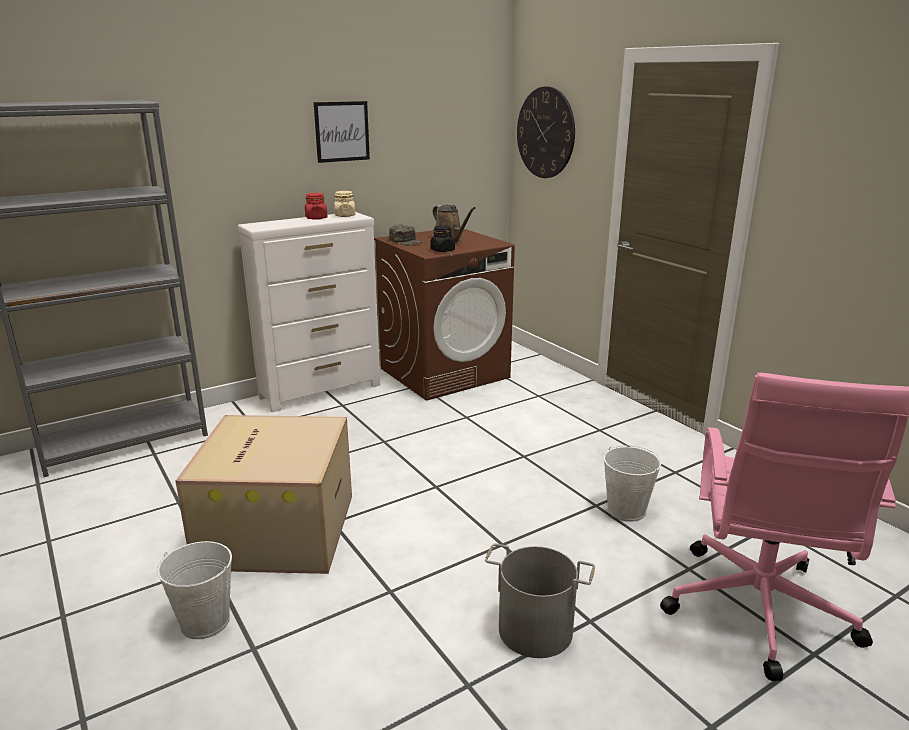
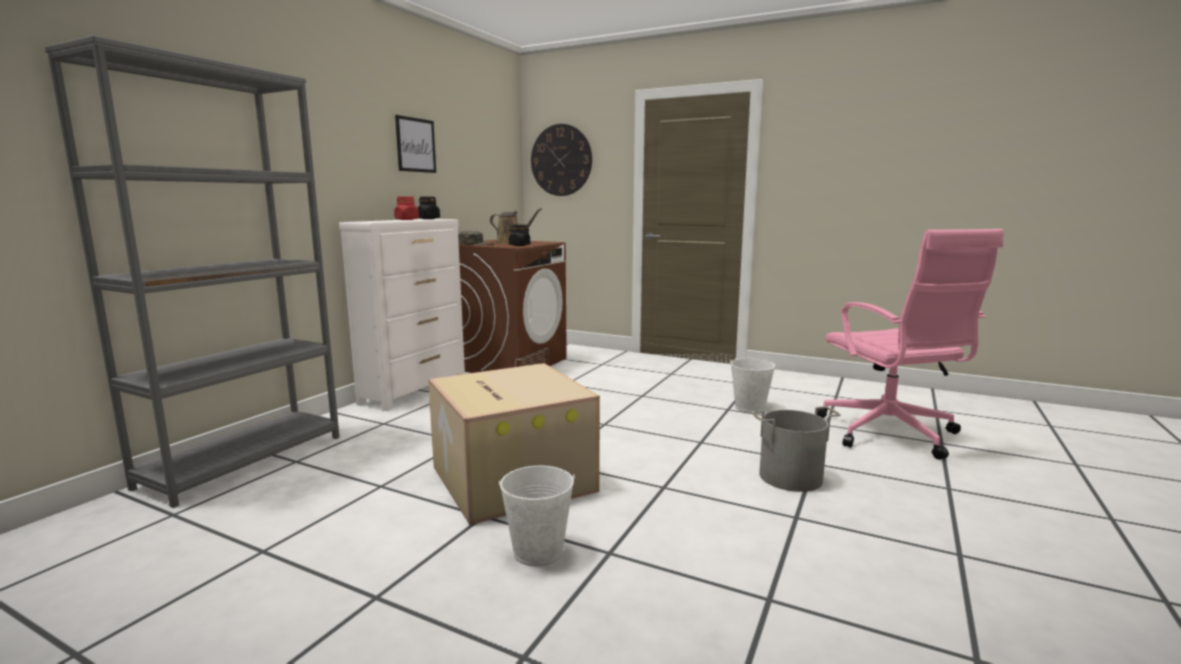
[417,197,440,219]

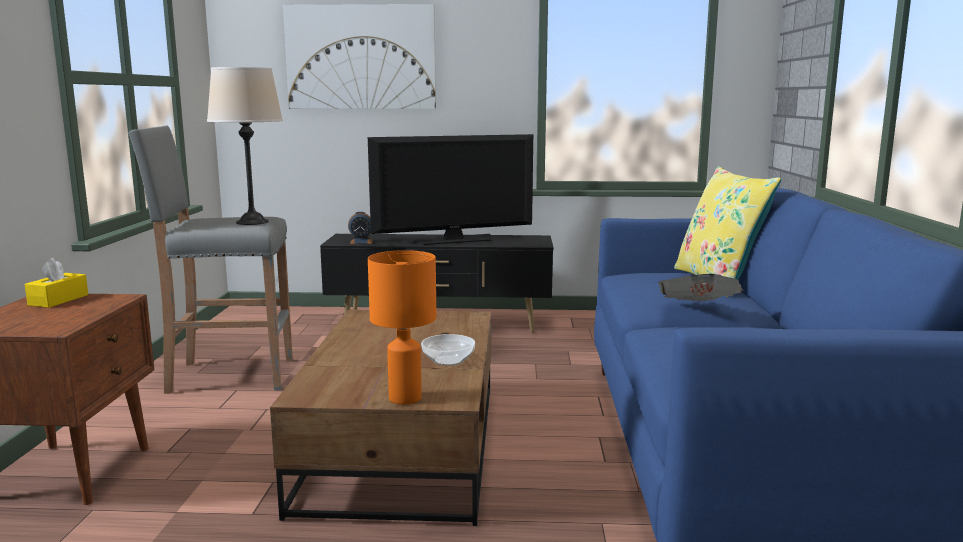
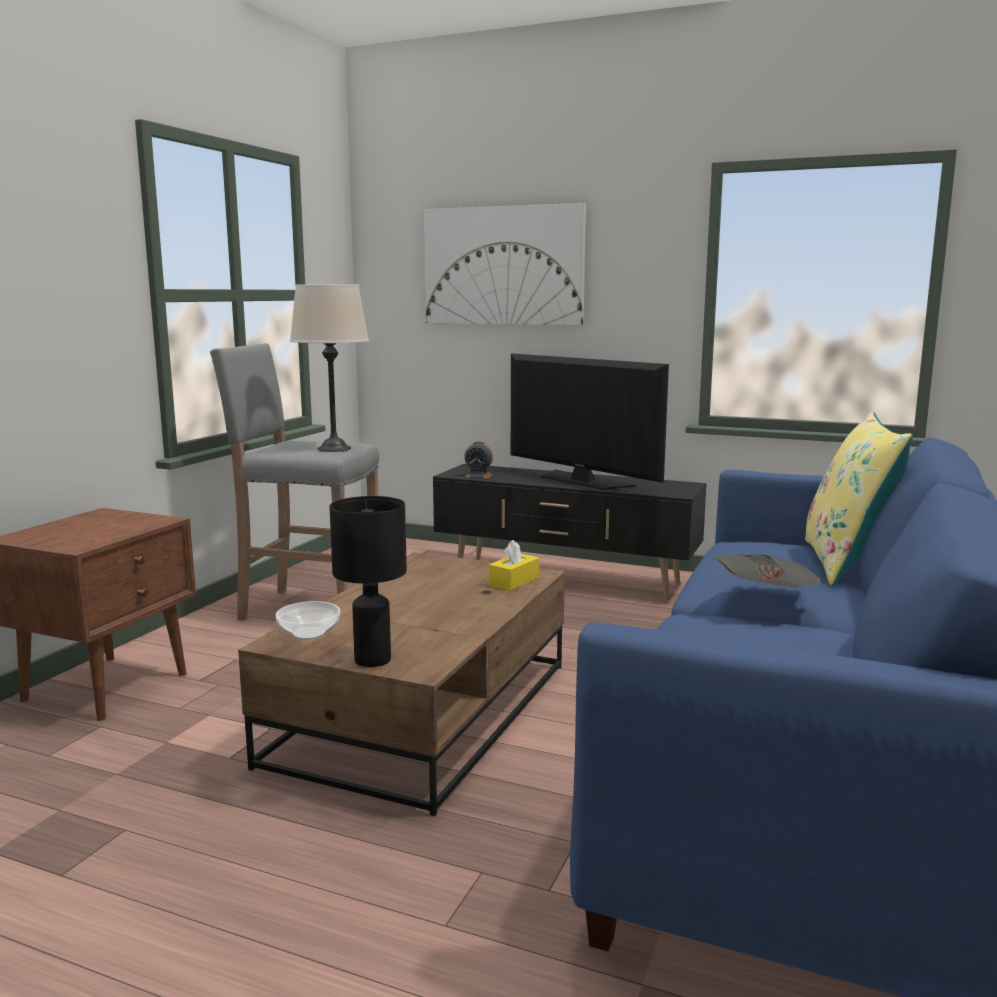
[276,601,340,640]
[329,496,407,667]
[489,540,539,591]
[511,354,669,490]

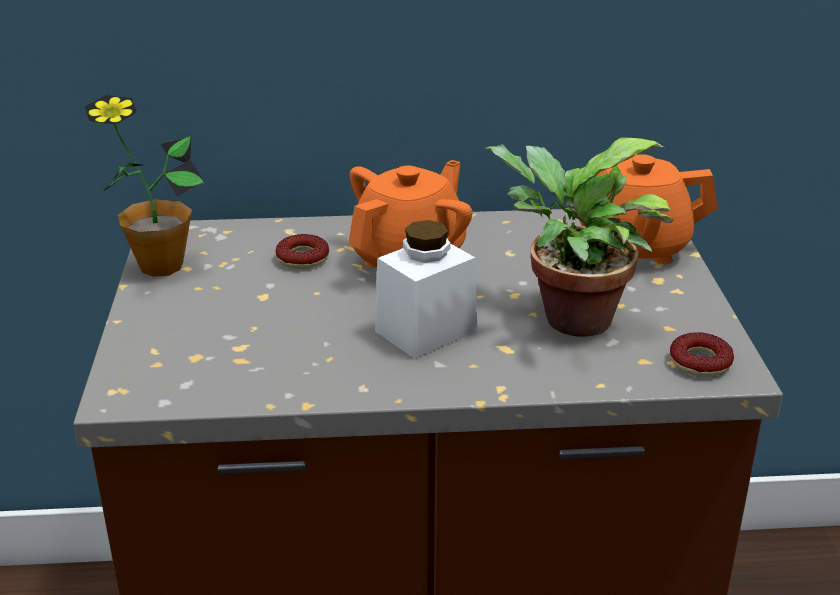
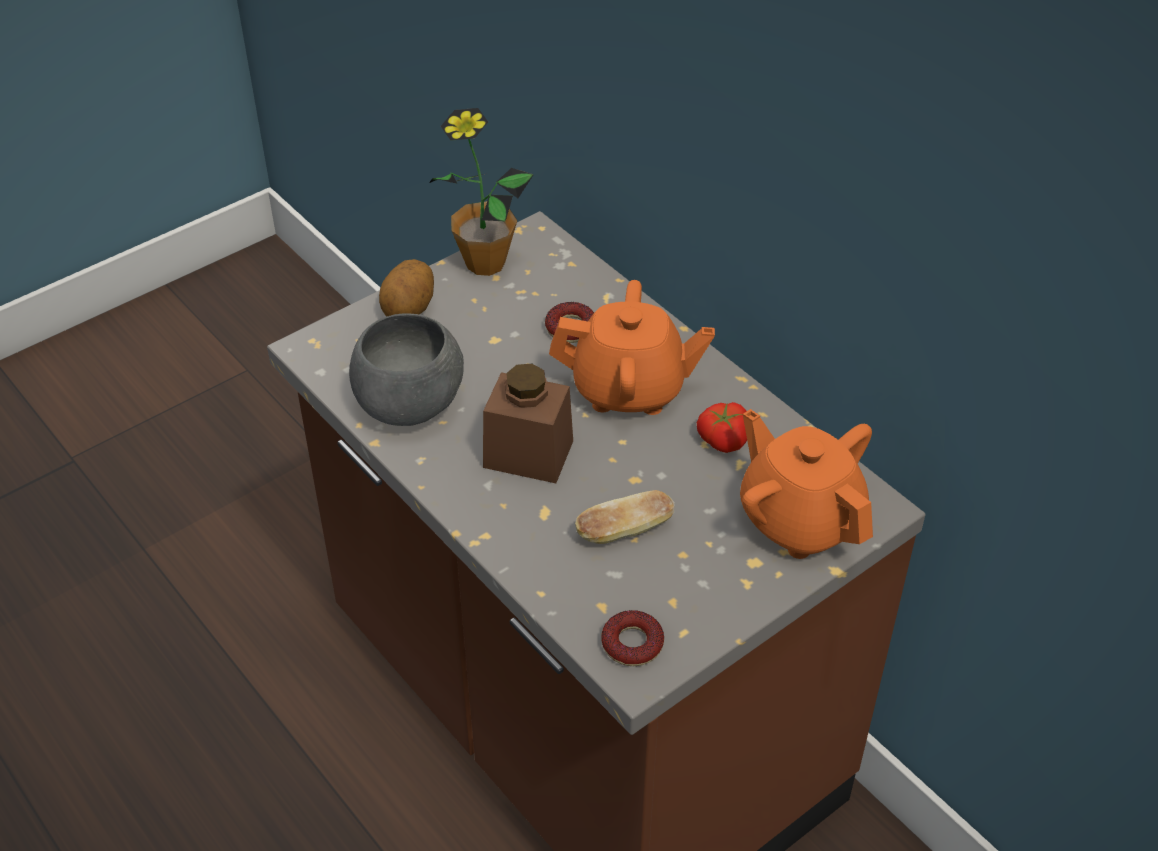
[349,313,464,426]
[379,259,434,316]
[483,364,573,483]
[575,490,675,544]
[697,402,747,453]

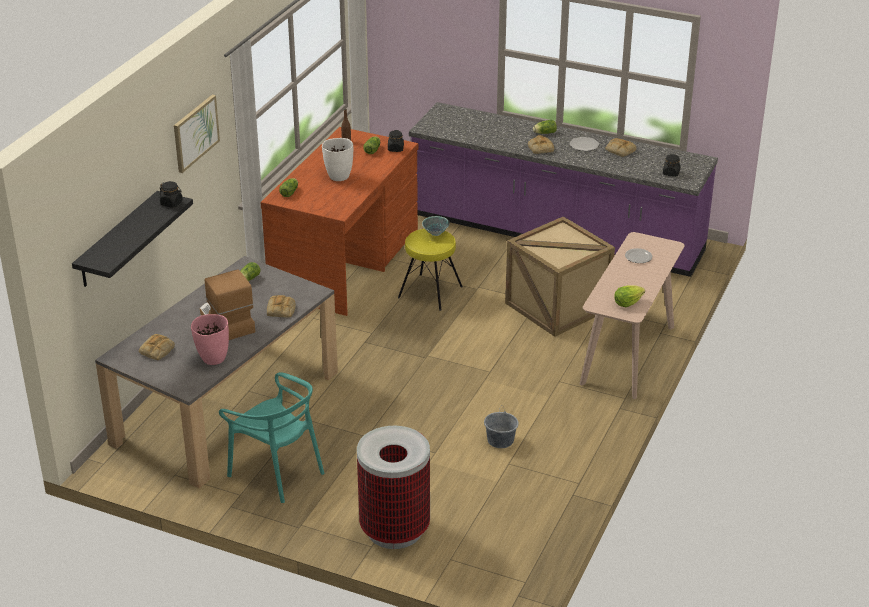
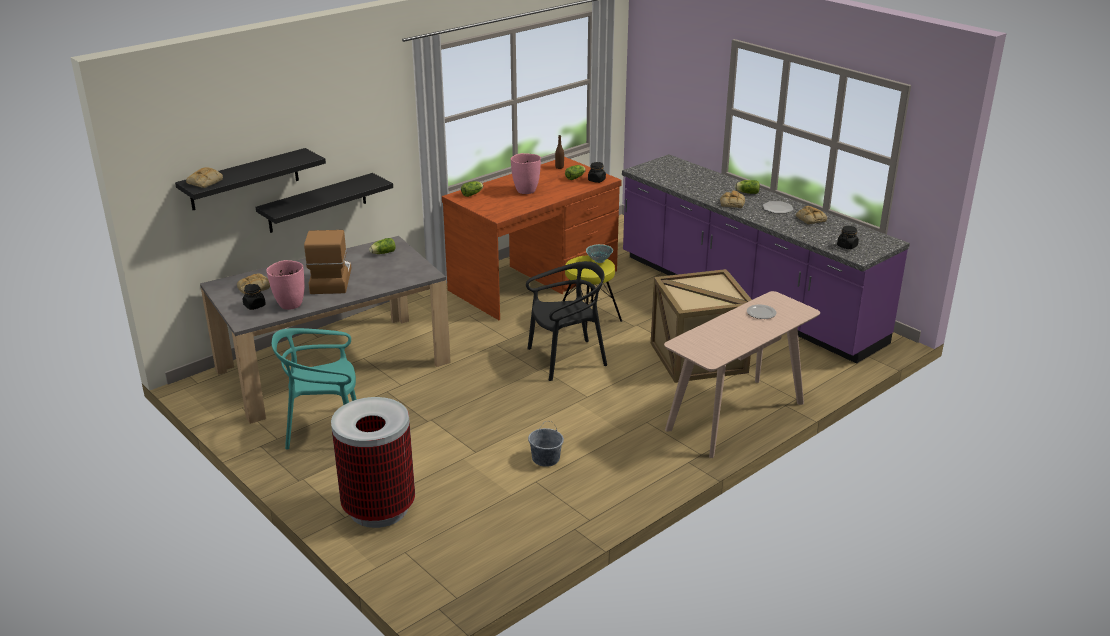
[186,167,223,188]
[243,284,266,310]
[255,173,393,233]
[272,328,357,450]
[511,153,541,194]
[526,261,607,381]
[174,95,220,173] (first image)
[614,285,645,307] (first image)

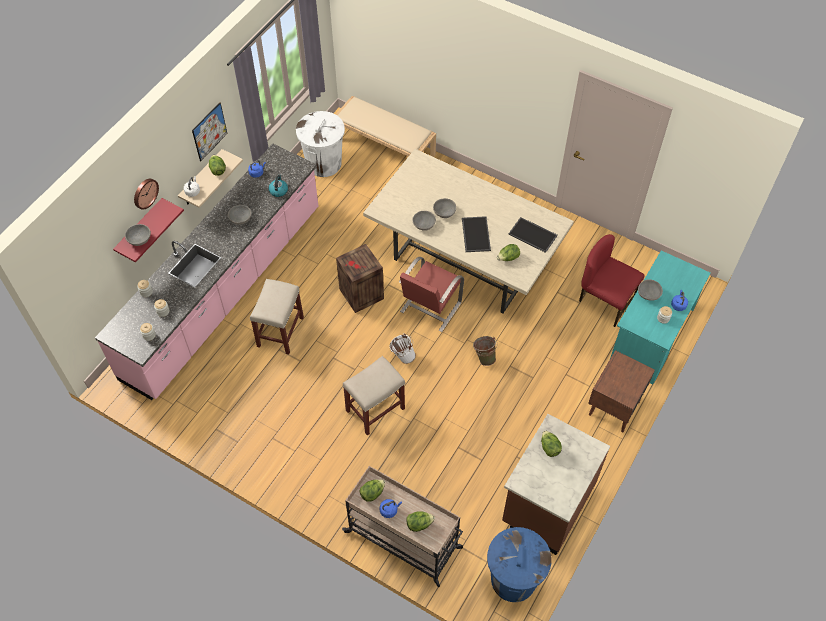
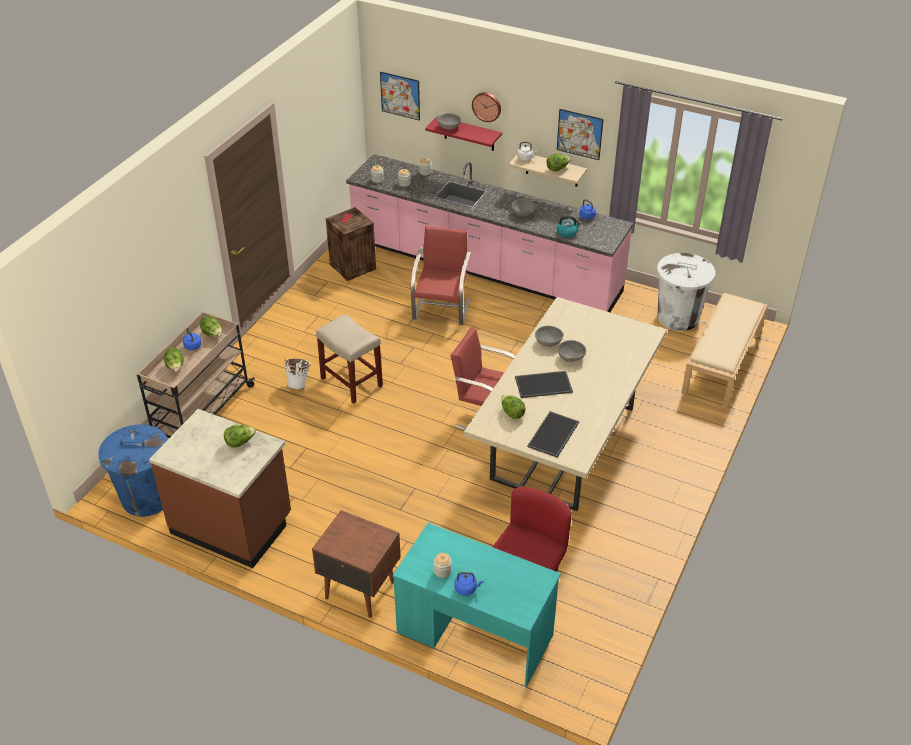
[283,359,311,390]
[326,207,376,281]
[380,71,420,121]
[411,226,471,325]
[473,336,497,366] (first image)
[638,279,663,301] (first image)

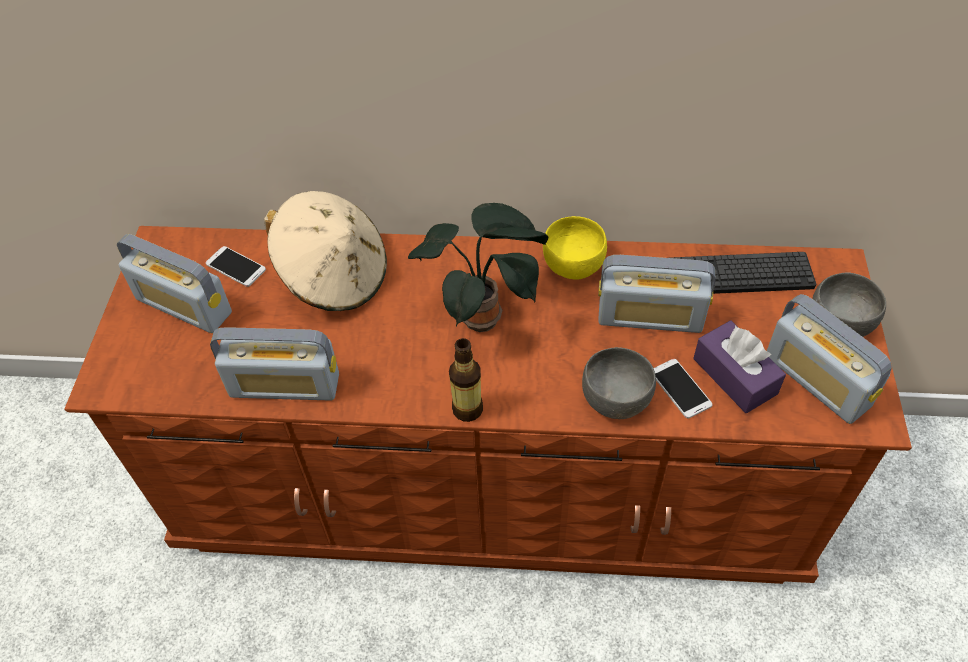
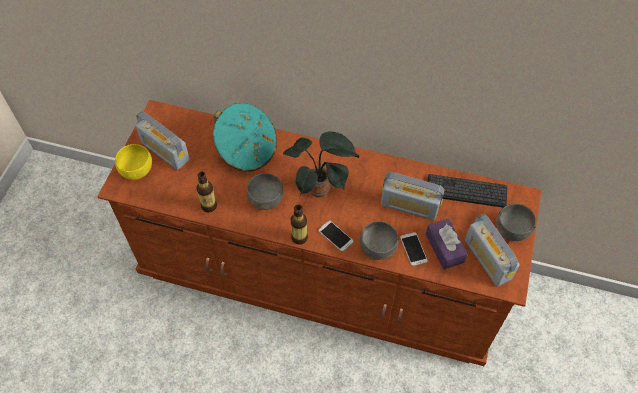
[115,144,152,180]
[197,172,217,212]
[213,103,277,171]
[247,173,284,210]
[318,220,353,252]

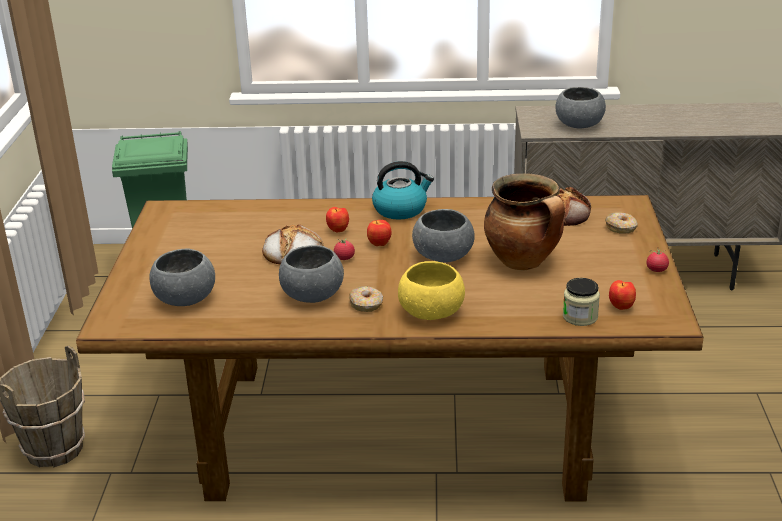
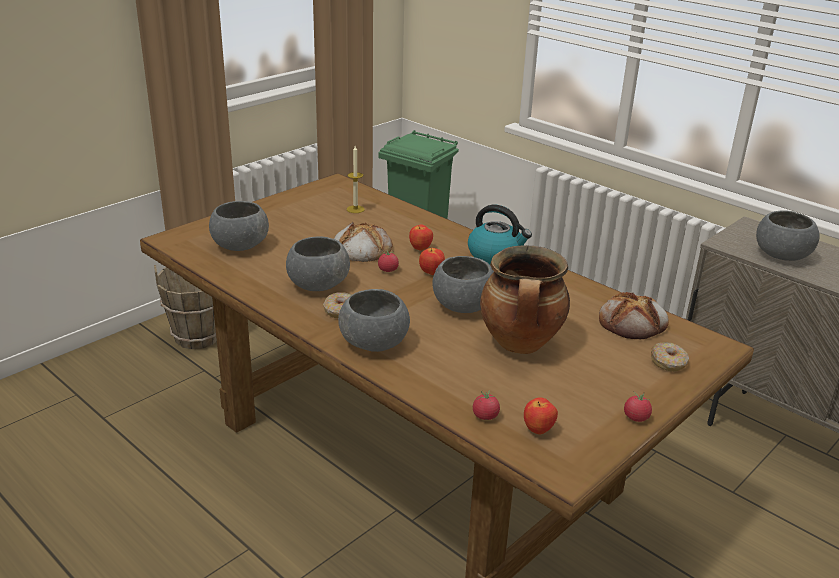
[338,289,410,352]
[347,146,365,213]
[473,390,500,420]

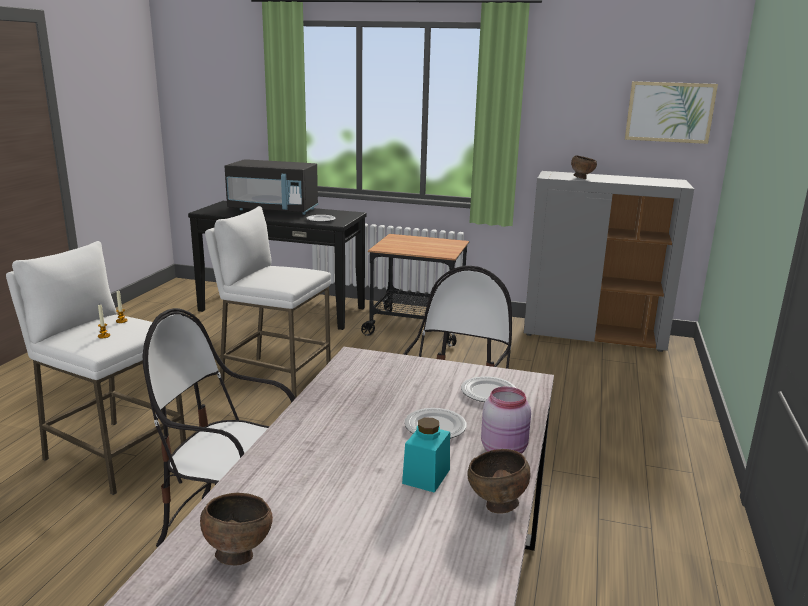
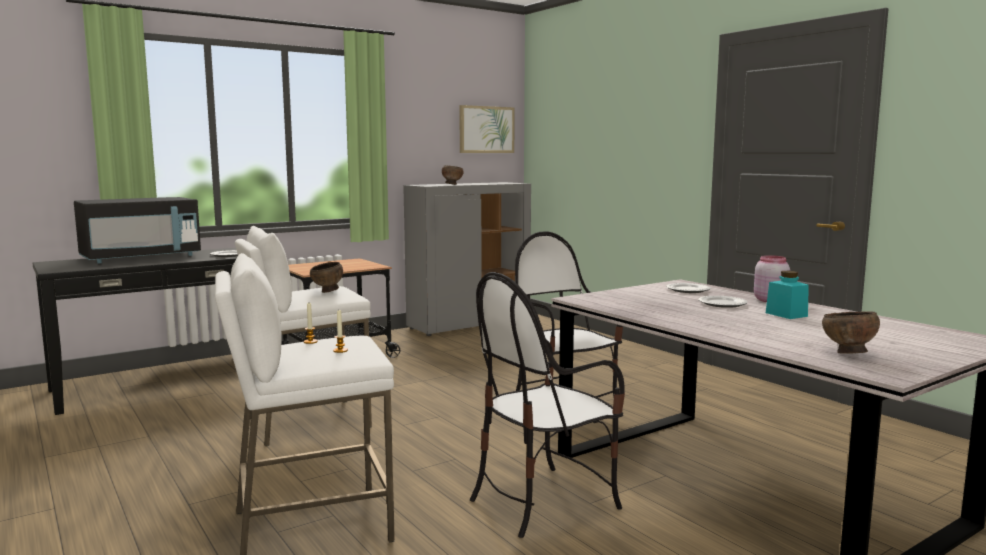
[310,262,343,293]

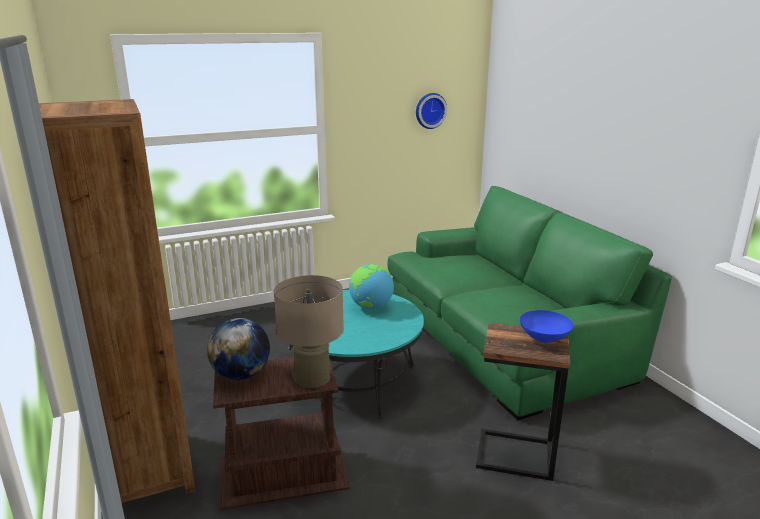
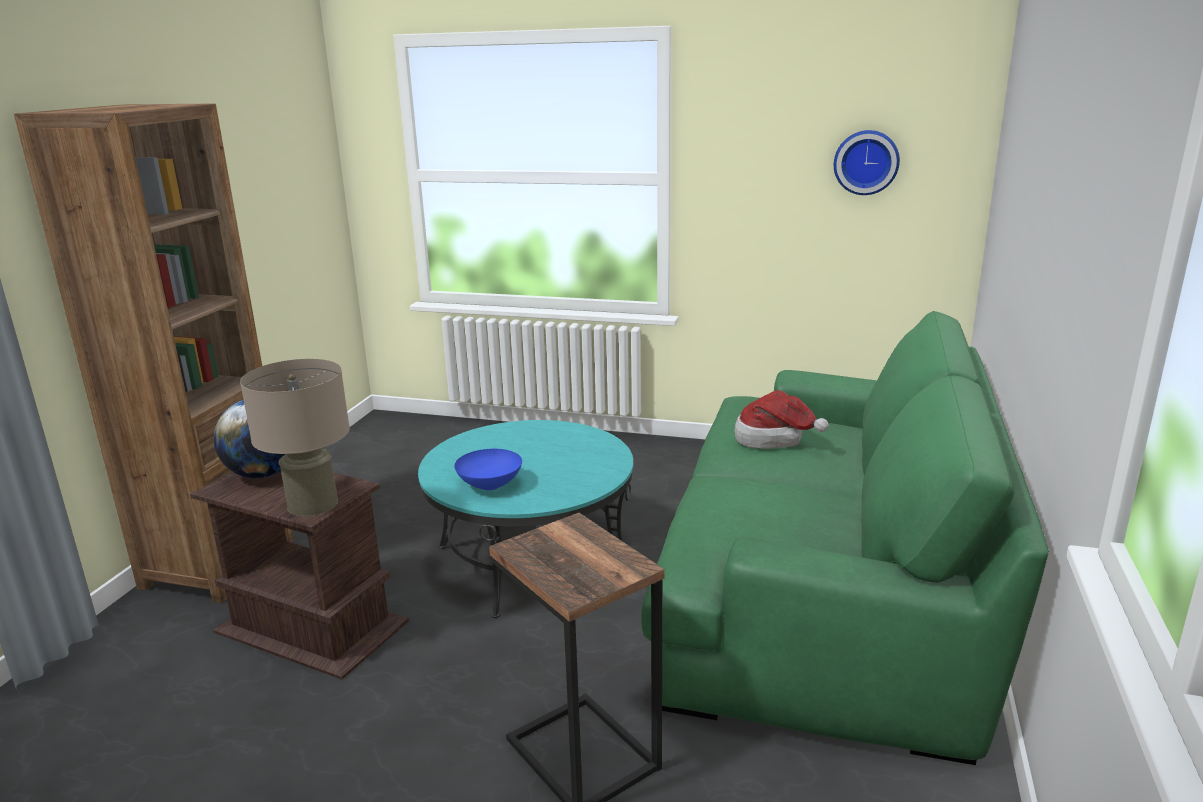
[454,449,522,490]
[735,390,829,449]
[349,264,394,310] (first image)

